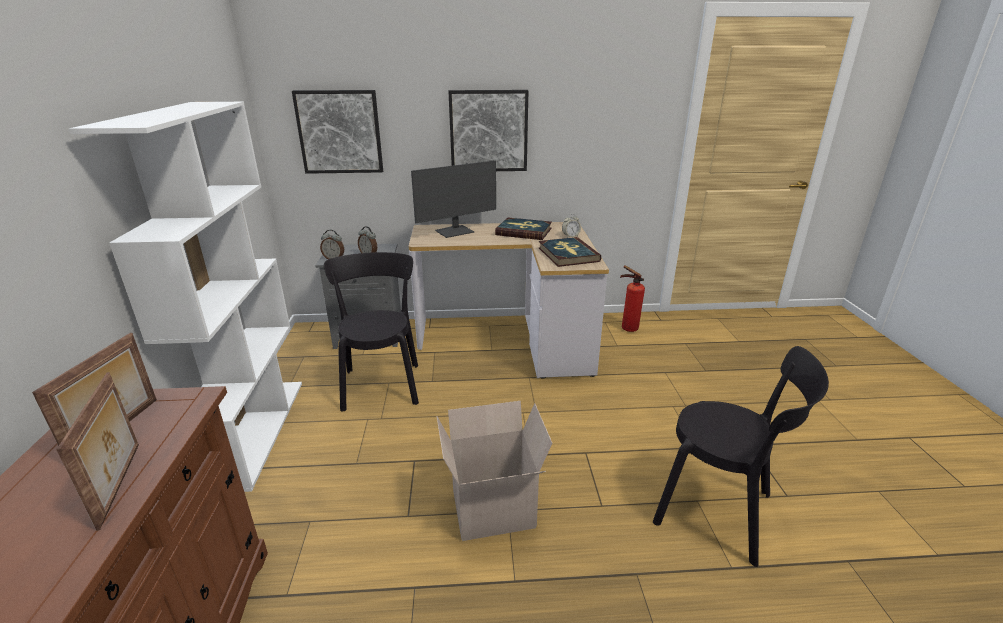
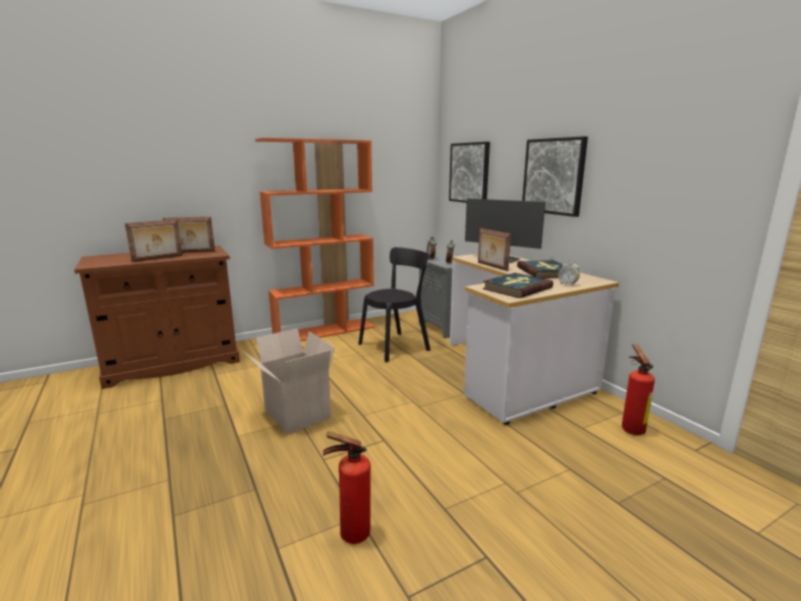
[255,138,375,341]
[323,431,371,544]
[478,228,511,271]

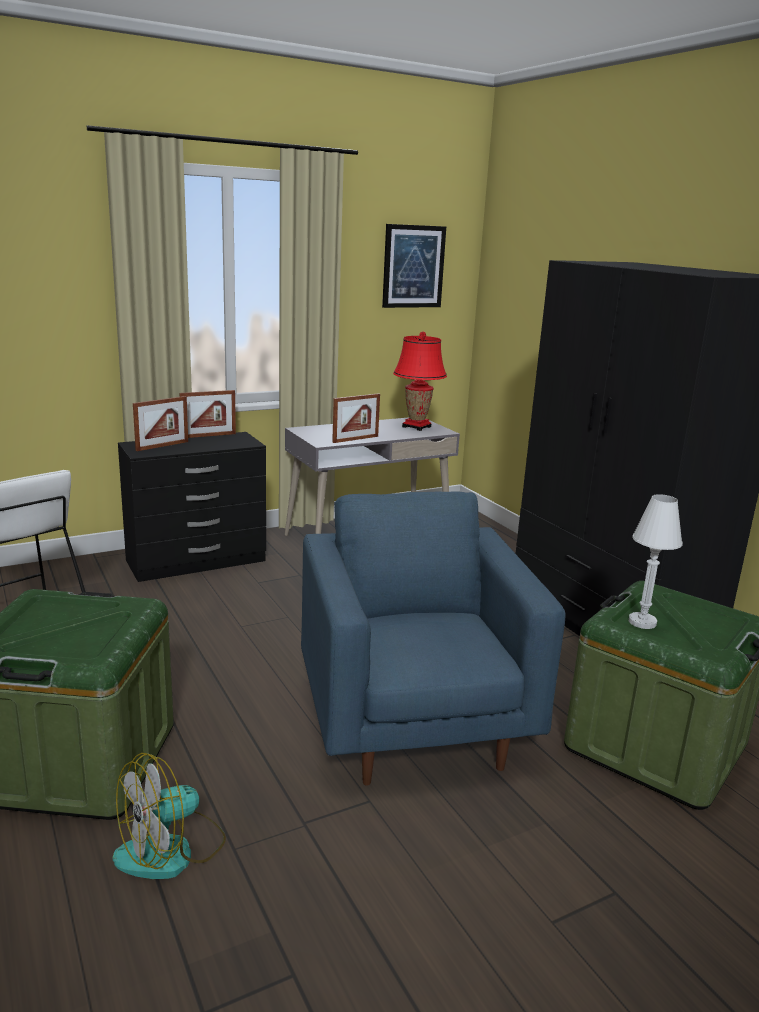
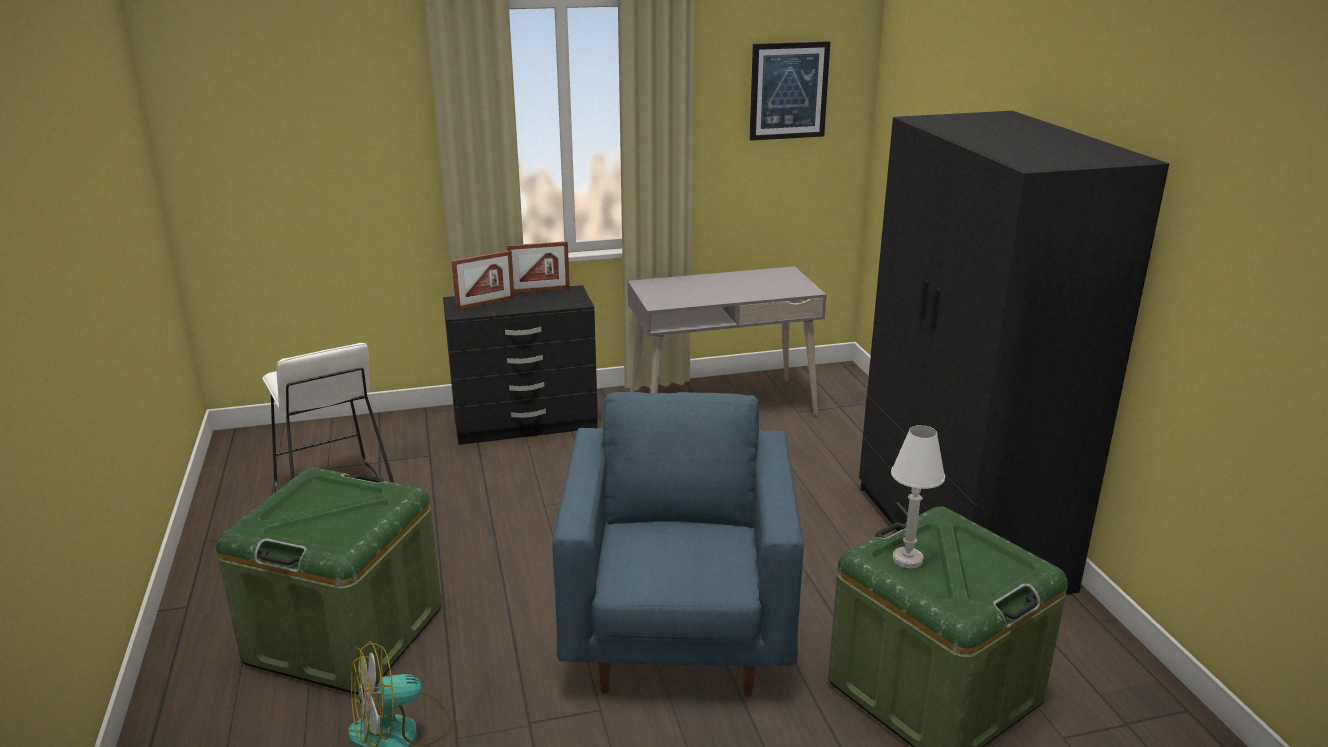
[332,393,380,443] (first image)
[393,332,447,431] (first image)

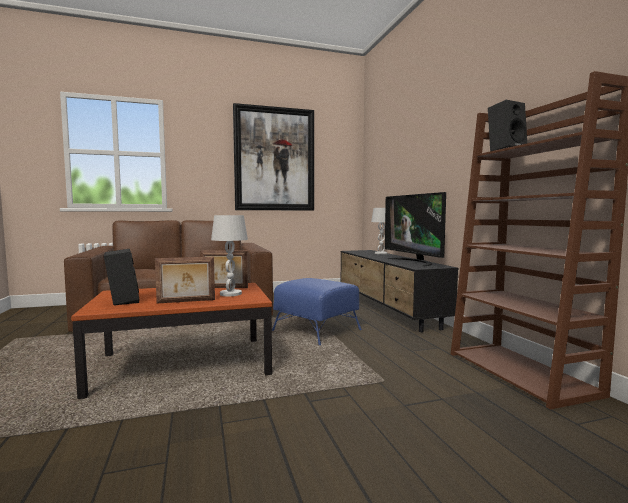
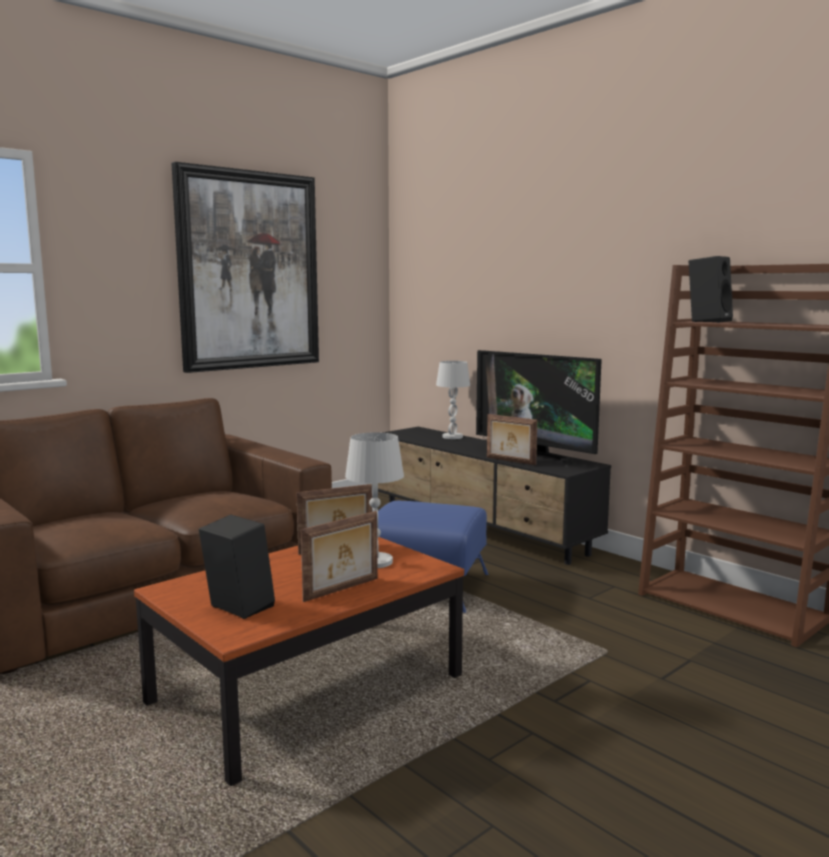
[487,414,537,465]

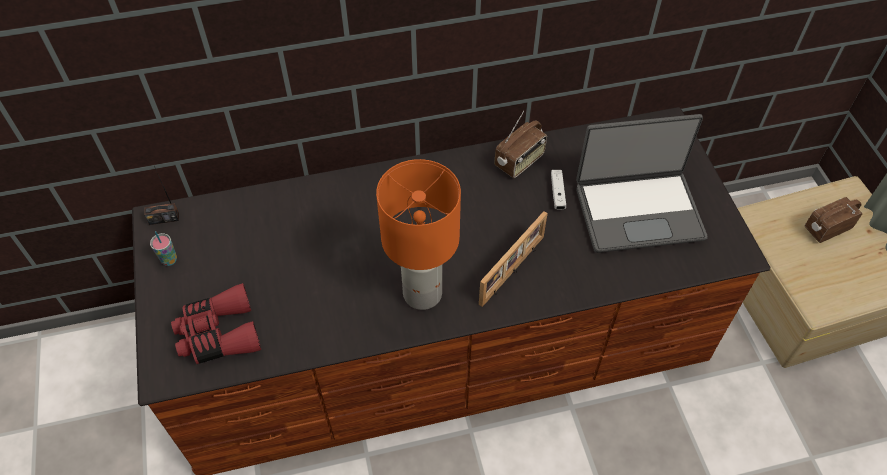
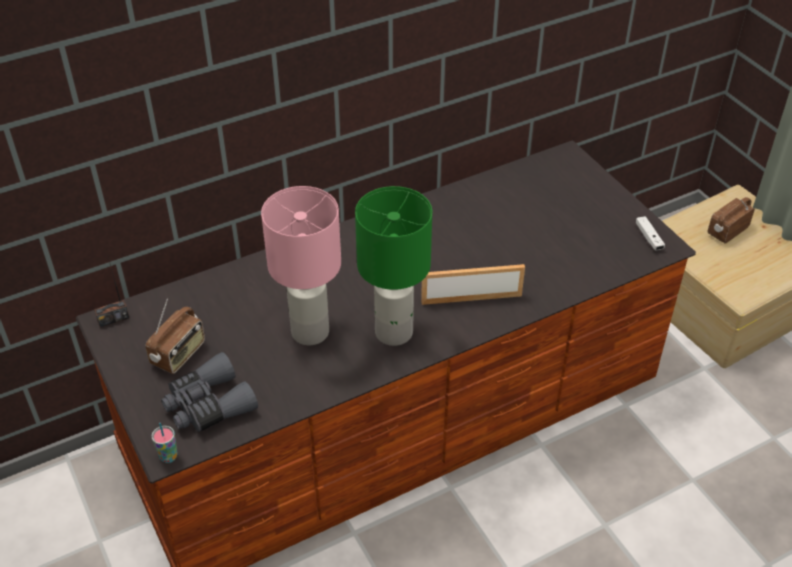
[146,299,205,374]
[152,423,177,463]
[161,352,258,432]
[261,186,341,345]
[355,186,432,346]
[421,264,525,305]
[636,216,665,250]
[576,114,708,253] (first image)

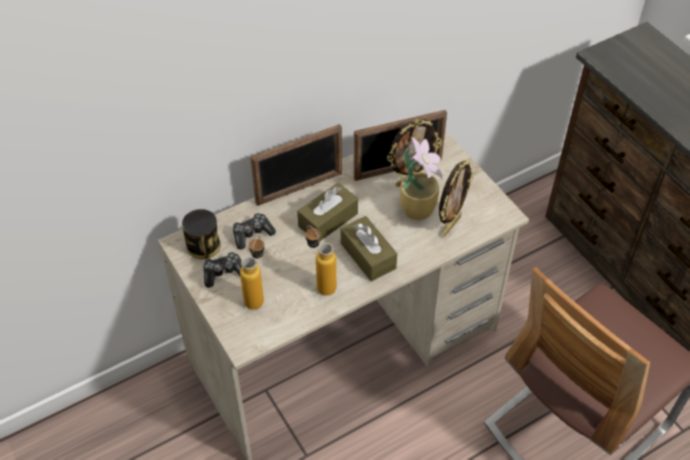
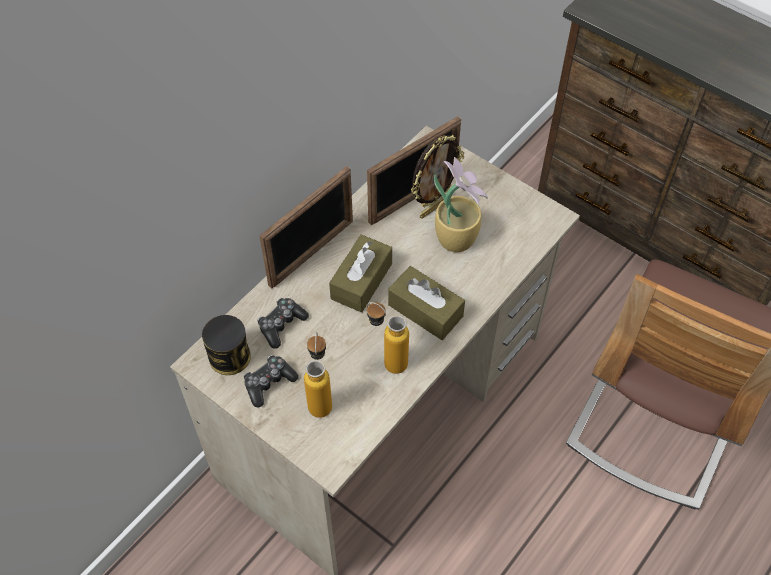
[439,160,473,237] (first image)

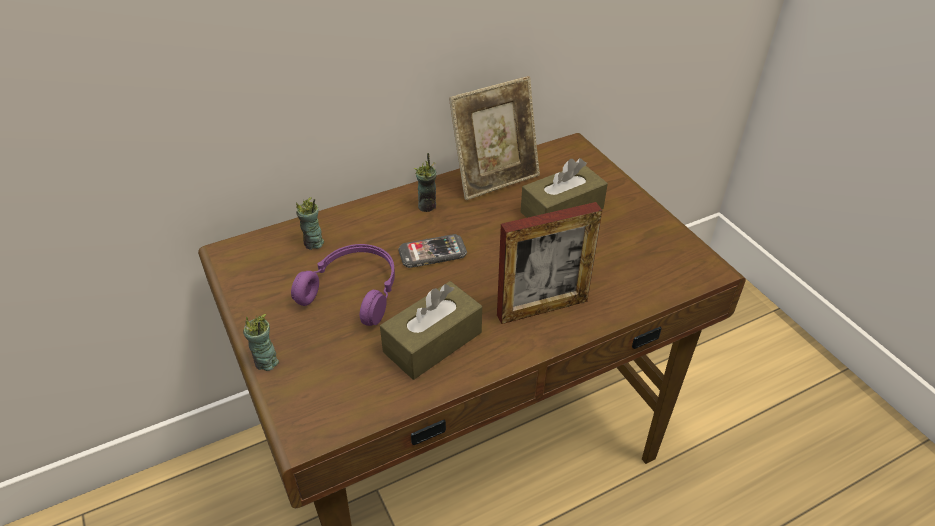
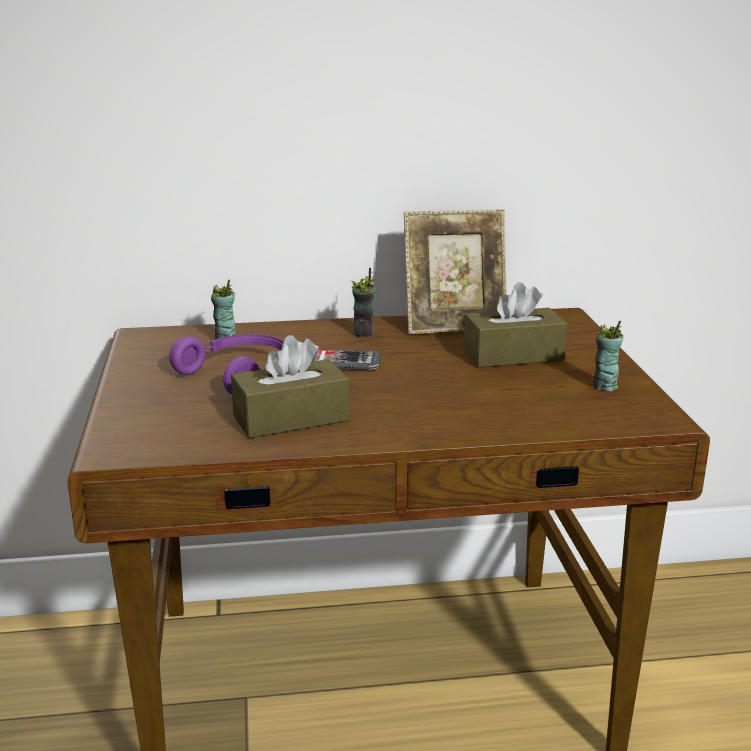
[593,321,624,391]
[497,202,602,324] (first image)

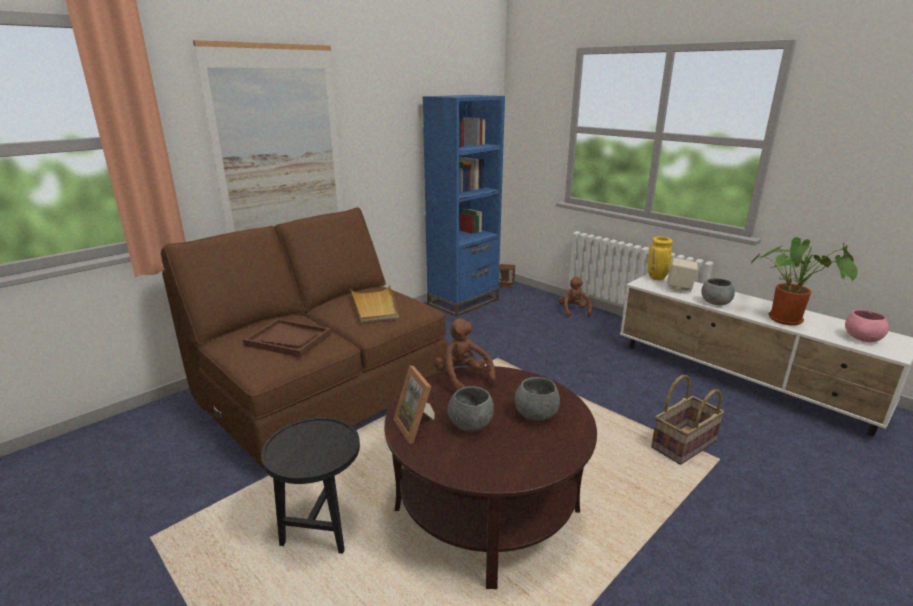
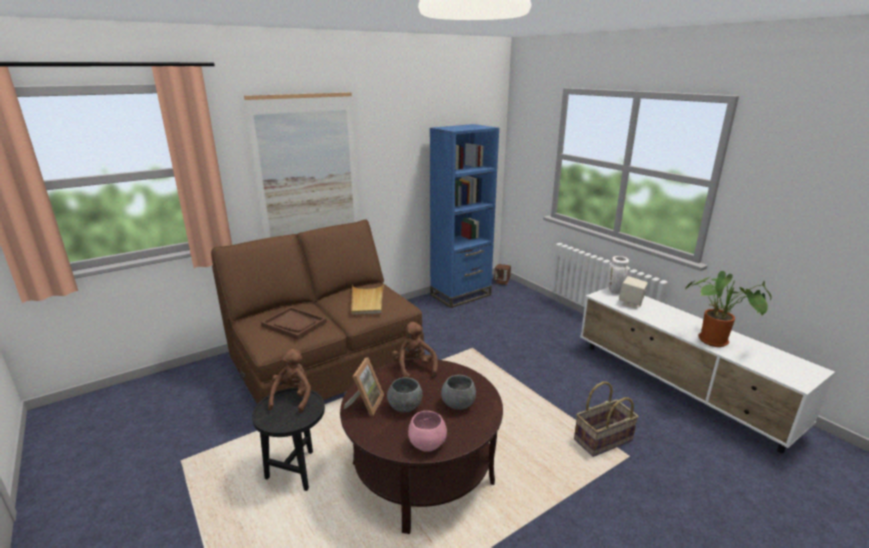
[268,349,311,413]
[344,357,384,416]
[408,411,447,452]
[608,256,629,294]
[701,278,735,305] (first image)

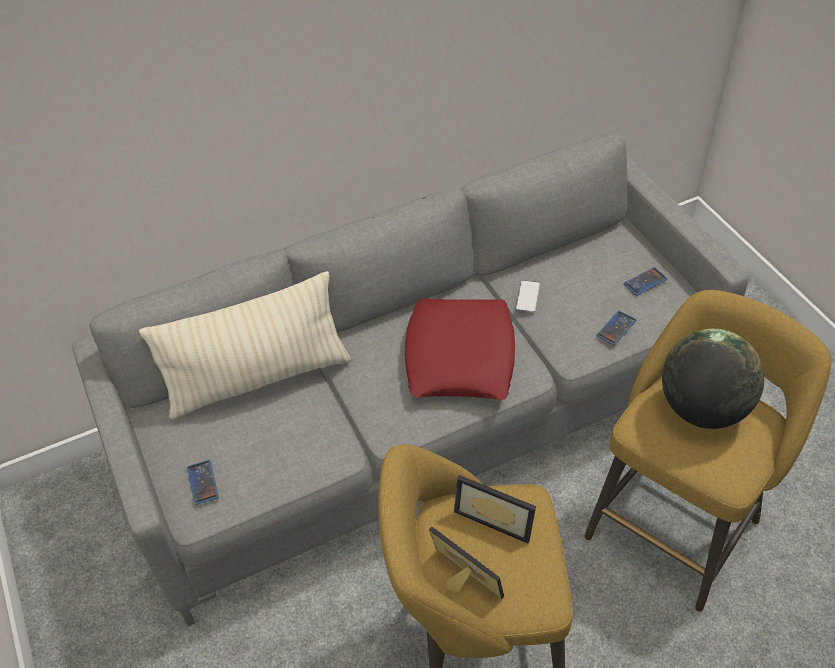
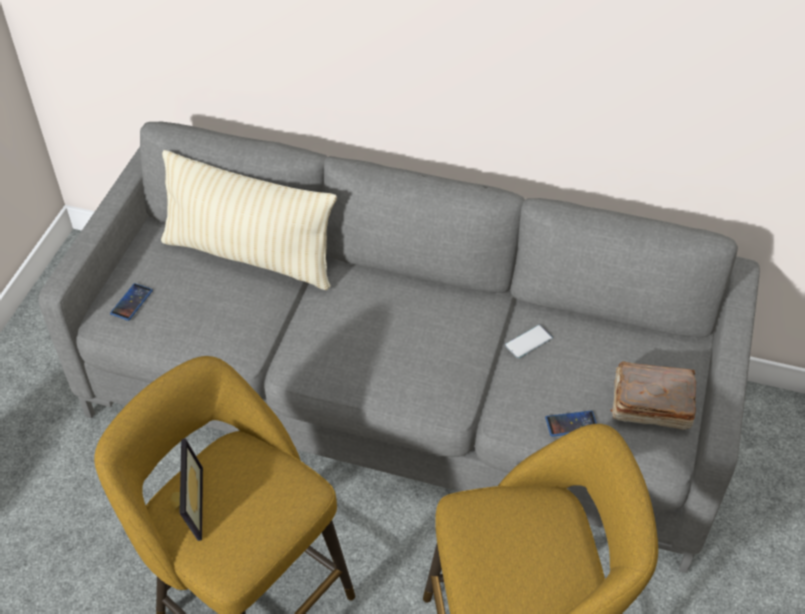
[610,361,696,430]
[405,298,515,400] (first image)
[454,475,536,543] (first image)
[662,328,764,429] (first image)

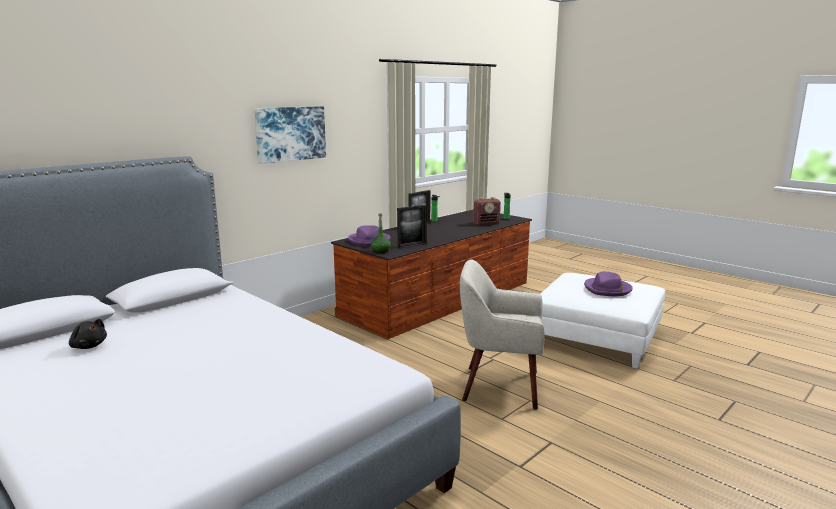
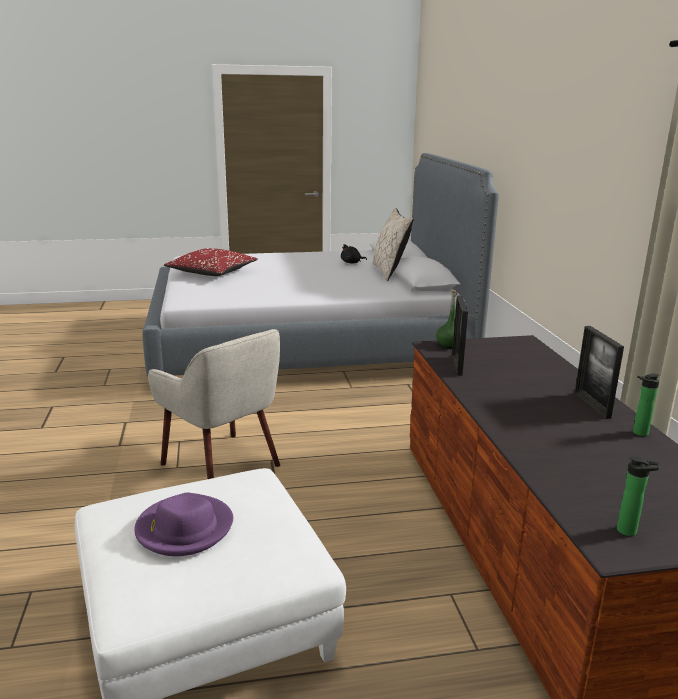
[148,329,280,479]
[164,248,258,276]
[372,208,414,281]
[254,106,326,164] (first image)
[348,226,391,247] (first image)
[474,197,501,225] (first image)

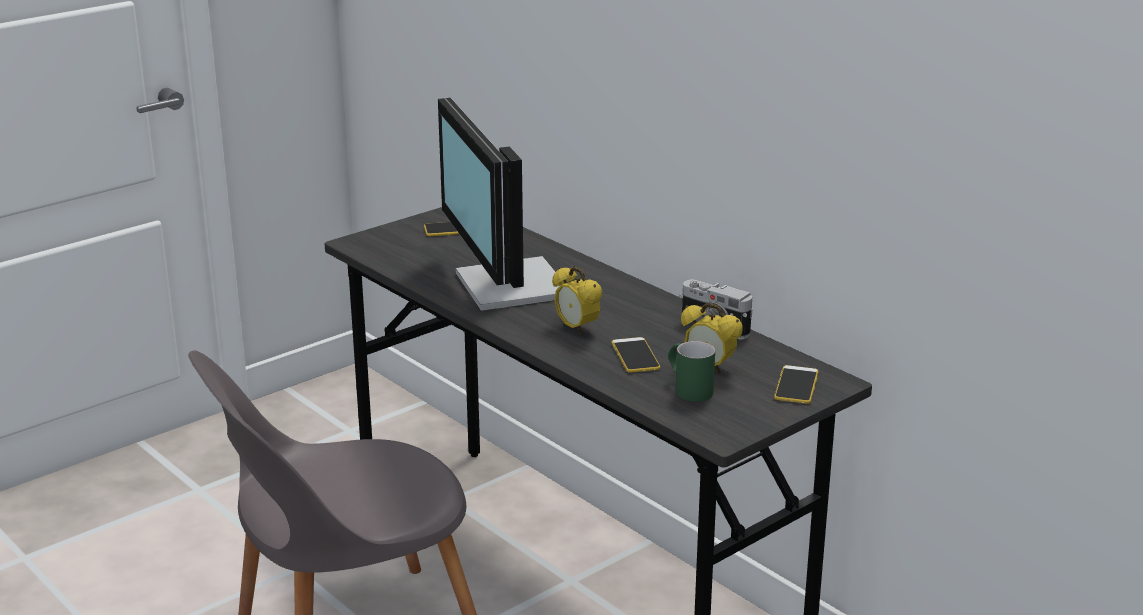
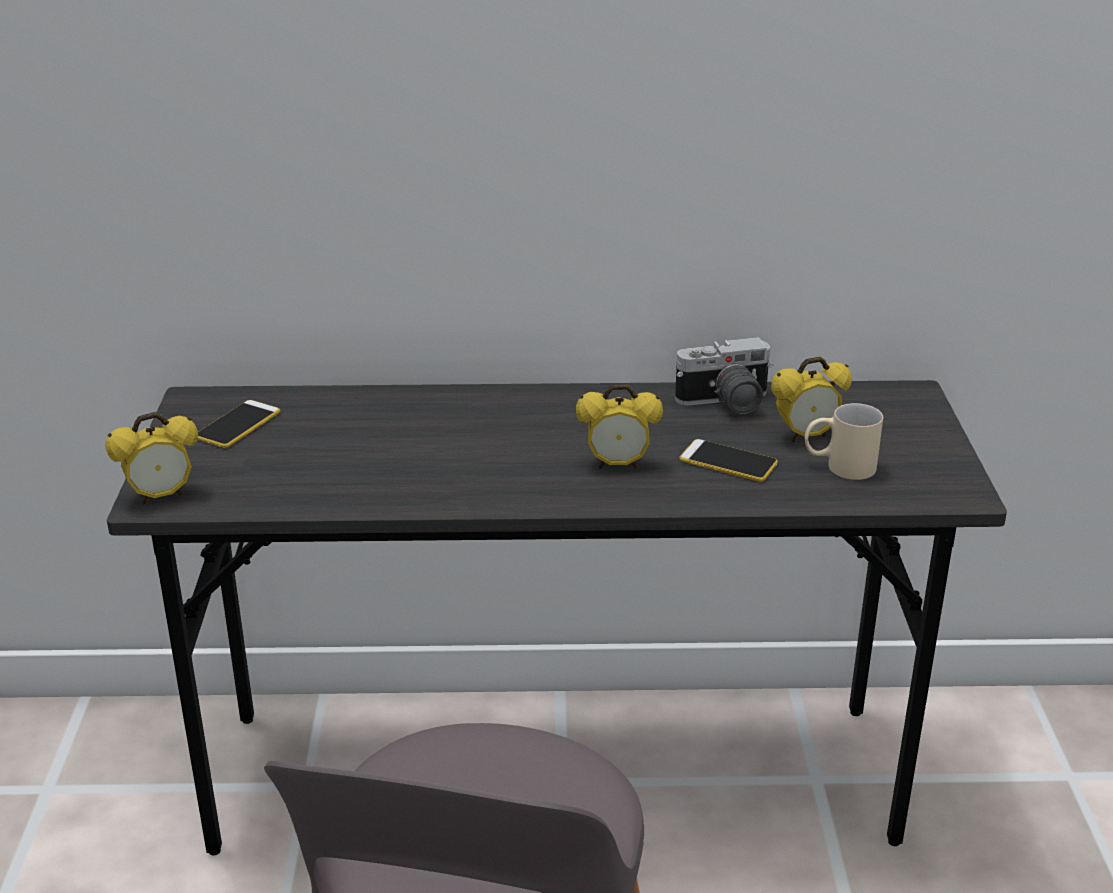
[105,412,198,505]
[805,403,883,480]
[438,98,559,311] (first image)
[774,365,818,404] (first image)

